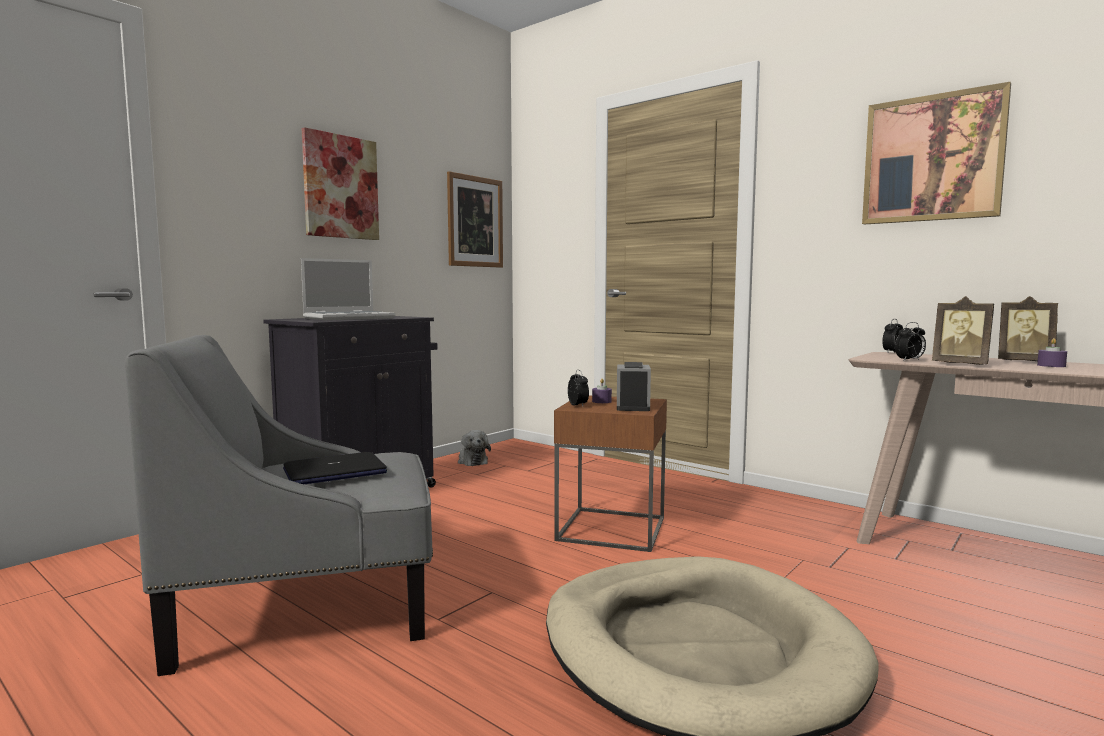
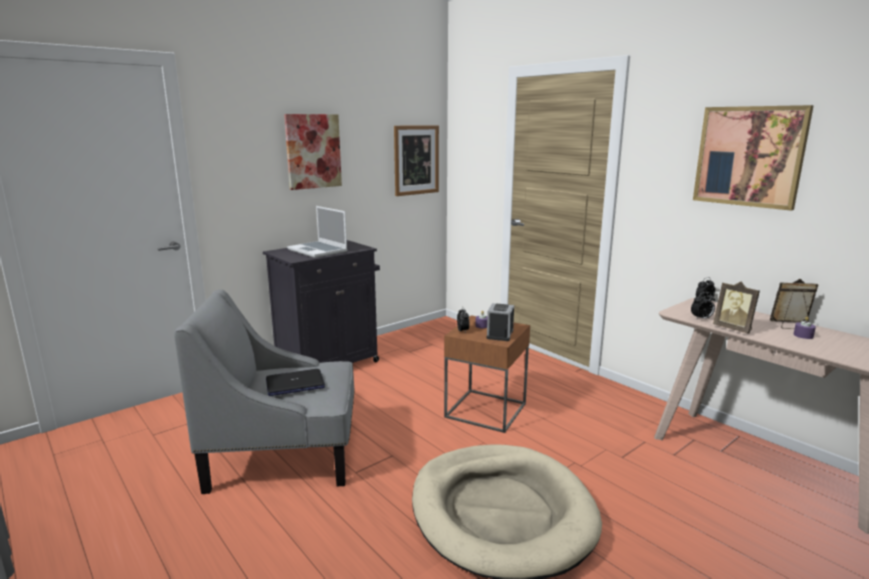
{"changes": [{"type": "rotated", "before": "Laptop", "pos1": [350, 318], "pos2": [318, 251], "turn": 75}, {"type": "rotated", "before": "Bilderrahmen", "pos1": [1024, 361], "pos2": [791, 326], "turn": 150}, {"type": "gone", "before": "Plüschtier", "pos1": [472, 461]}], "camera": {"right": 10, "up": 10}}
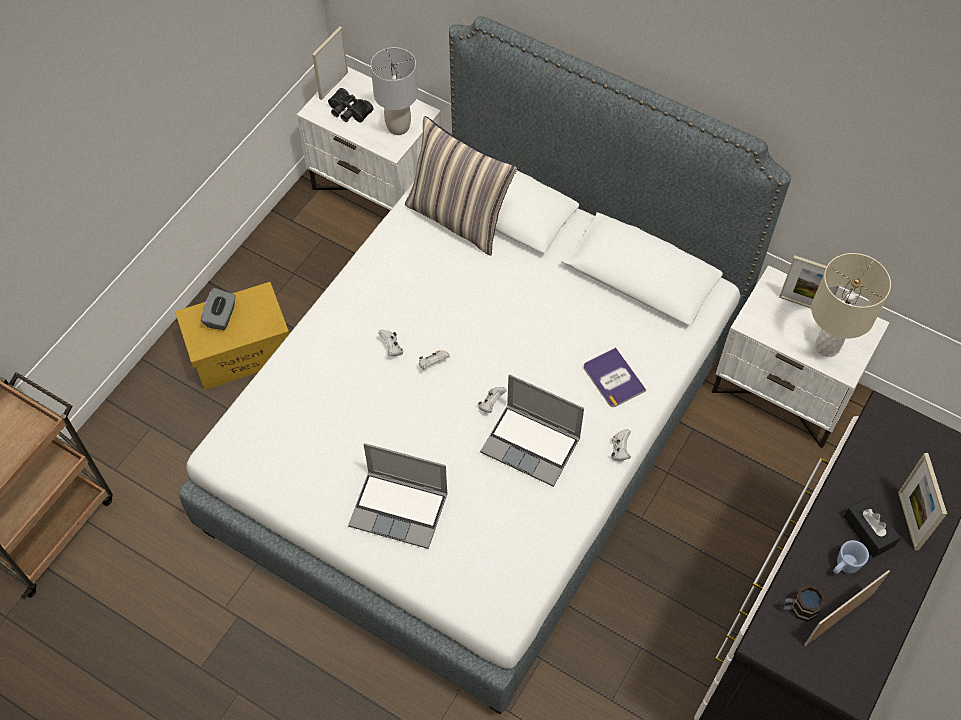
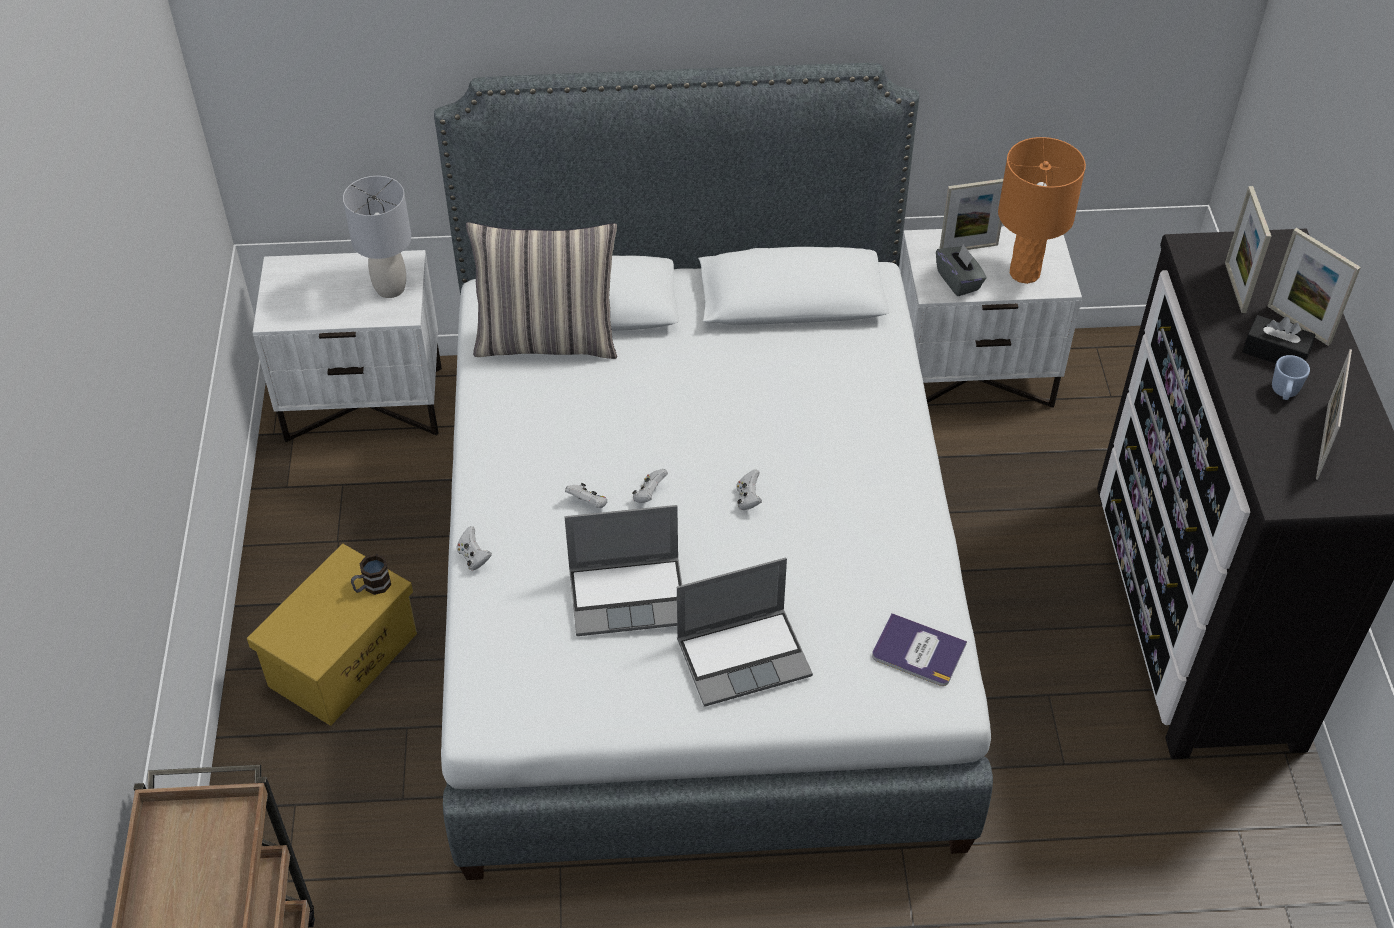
{"changes": [{"type": "shifted", "before": "Bilderrahmen", "pos1": [333, 85], "pos2": [1235, 287]}, {"type": "gone", "before": "Fernglas [schwarz]", "pos1": [348, 112]}, {"type": "repainted", "before": "Tischlampe [beige]", "after": "Tischlampe [orange]", "pos1": [827, 346], "pos2": [1024, 273]}, {"type": "shifted", "before": "Taschentuchbox [grau]", "pos1": [221, 317], "pos2": [958, 281]}, {"type": "shifted", "before": "Buch", "pos1": [613, 378], "pos2": [918, 651]}, {"type": "shifted", "before": "Laptop", "pos1": [532, 445], "pos2": [629, 596]}, {"type": "shifted", "before": "Gamepad [weiß]", "pos1": [620, 450], "pos2": [473, 557]}, {"type": "shifted", "before": "Henkelbecher", "pos1": [798, 608], "pos2": [372, 586]}], "camera": {"right": -35, "up": -10}}
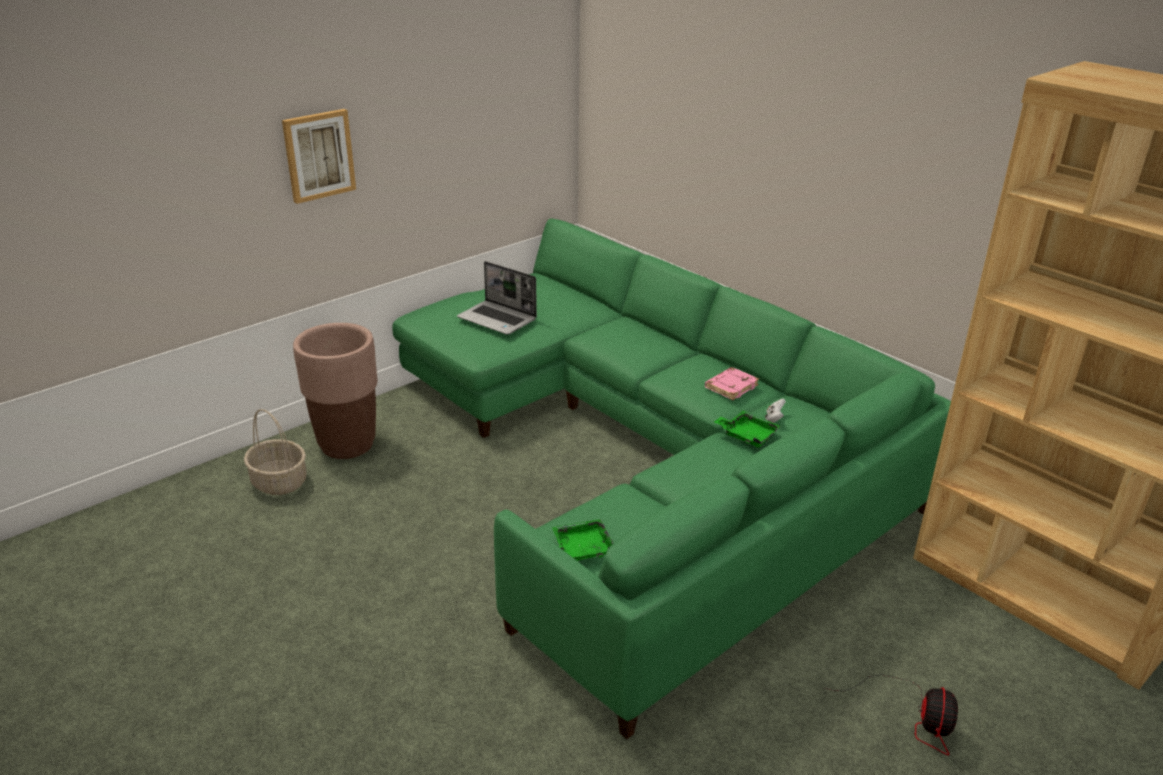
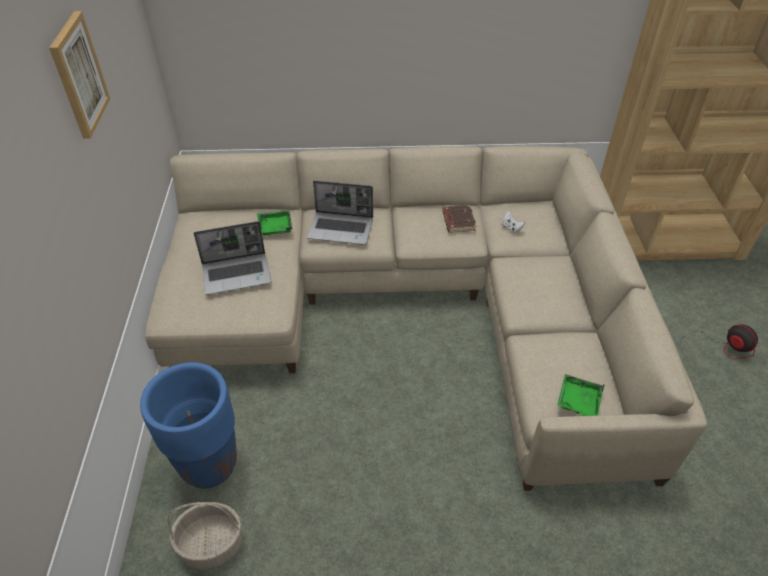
{"changes": [{"type": "shifted", "before": "Bild", "pos1": [318, 155], "pos2": [78, 75]}, {"type": "repainted", "before": "Sofa [grün]", "after": "Sofa [beige]", "pos1": [641, 458], "pos2": [406, 306]}, {"type": "repainted", "before": "Pflanzkübel [braun]", "after": "Pflanzkübel [blau]", "pos1": [347, 445], "pos2": [209, 465]}, {"type": "repainted", "before": "Buch [rosa]", "after": "Buch [braun]", "pos1": [731, 386], "pos2": [458, 221]}, {"type": "shifted", "before": "Tablett [grün]", "pos1": [747, 435], "pos2": [273, 228]}, {"type": "new", "after": "Laptop", "pos2": [341, 229]}], "camera": {"right": -50, "up": 15}}
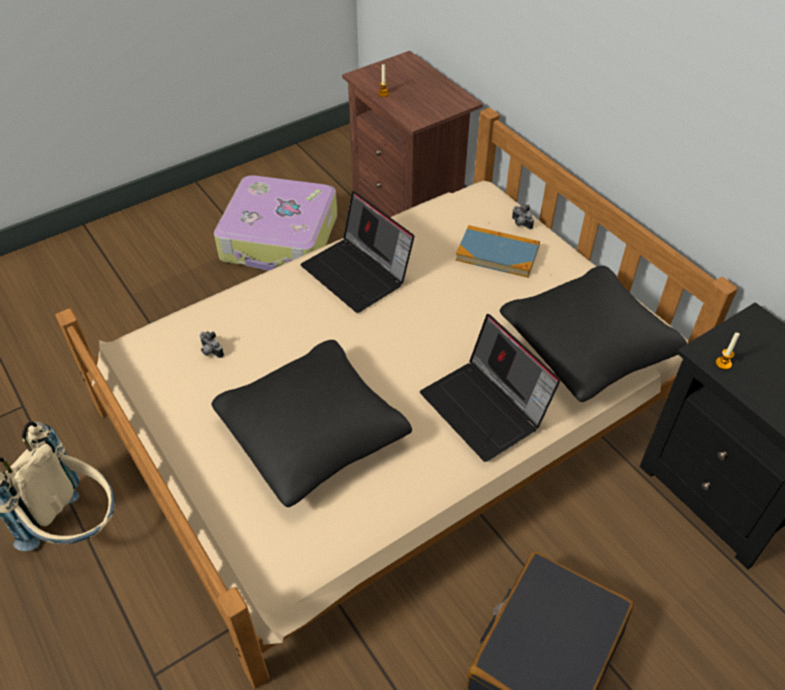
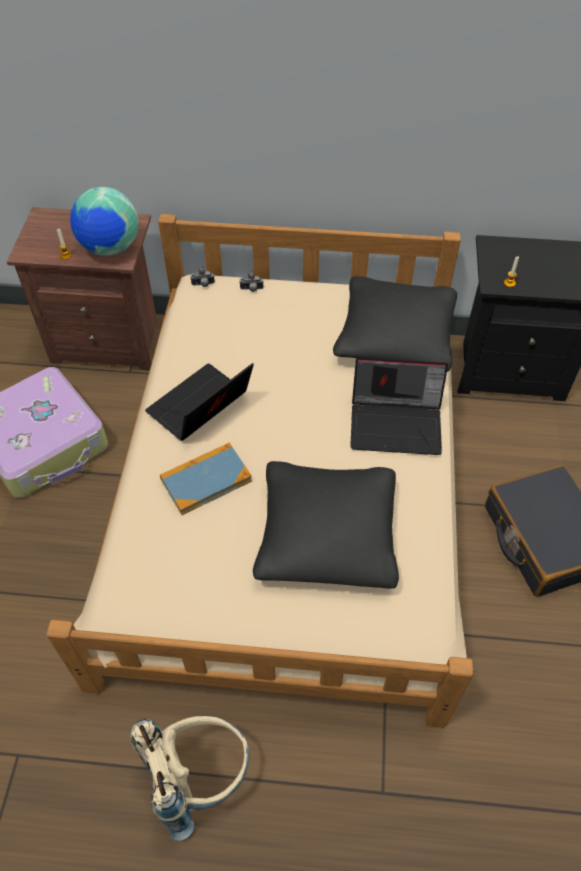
{"changes": [{"type": "rotated", "before": "Laptop", "pos1": [358, 273], "pos2": [200, 408], "turn": 135}, {"type": "shifted", "before": "Buch", "pos1": [497, 254], "pos2": [206, 480]}, {"type": "shifted", "before": "Kamera", "pos1": [210, 352], "pos2": [203, 285]}, {"type": "new", "after": "Globus", "pos2": [110, 248]}], "camera": {"right": -50, "up": 5}}
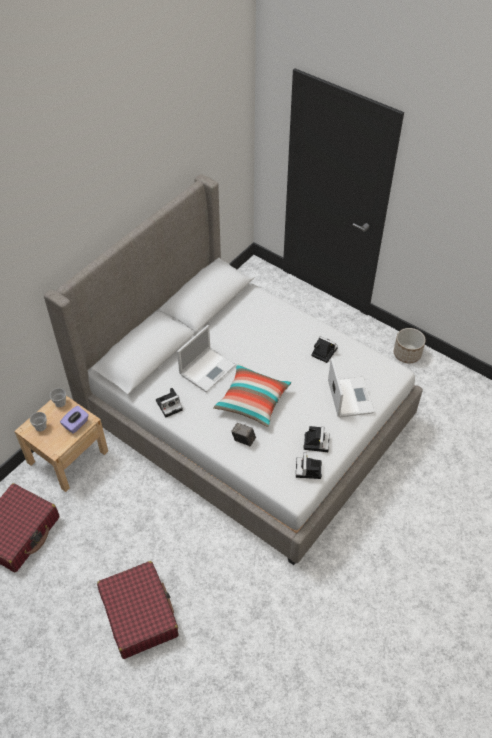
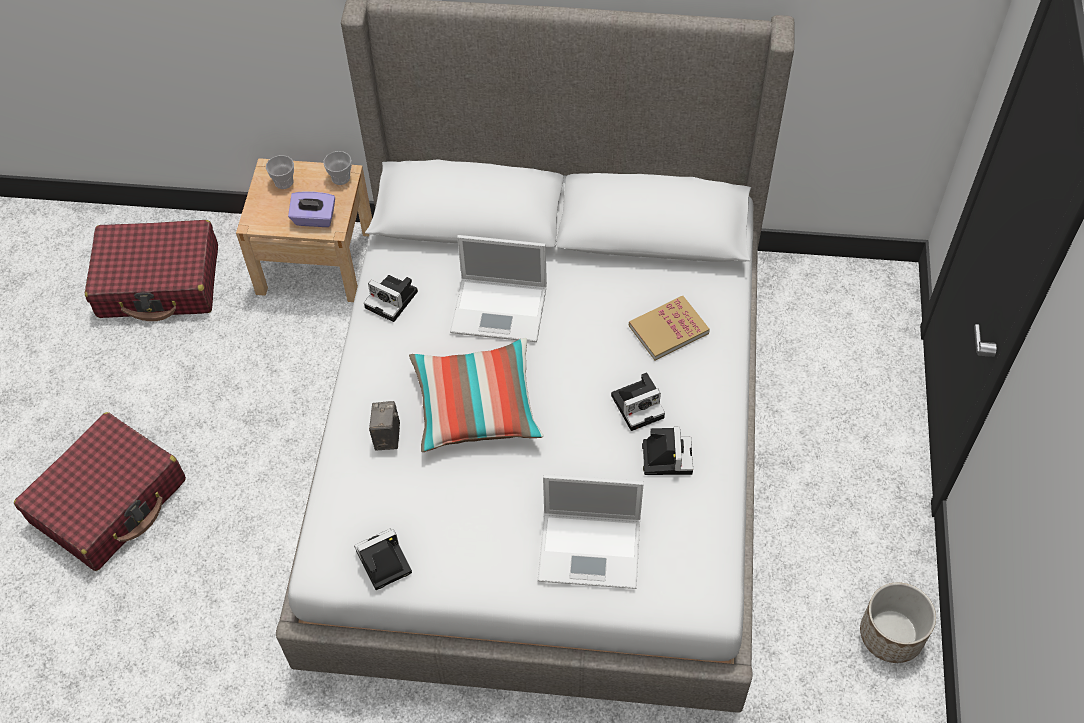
{"changes": [{"type": "rotated", "before": "Laptop", "pos1": [350, 396], "pos2": [592, 549], "turn": 45}, {"type": "shifted", "before": "Kamera", "pos1": [316, 442], "pos2": [639, 405]}, {"type": "new", "after": "Buch", "pos2": [668, 329]}], "camera": {"right": 60, "up": 5}}
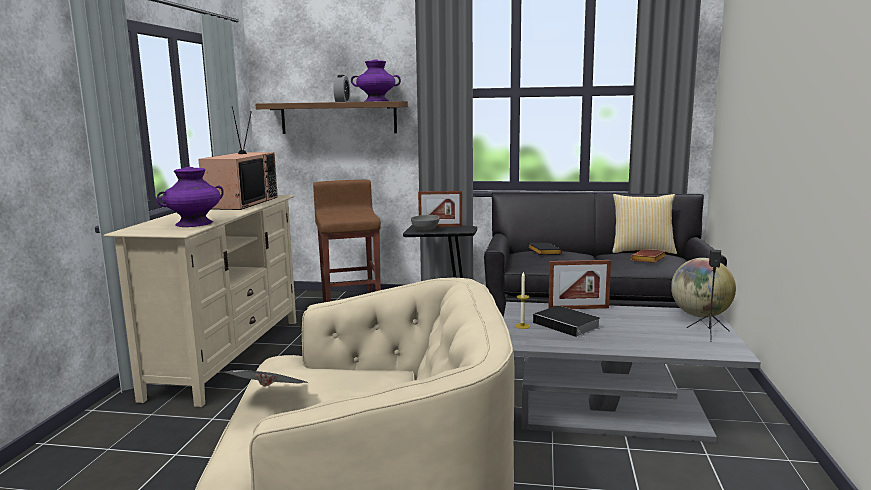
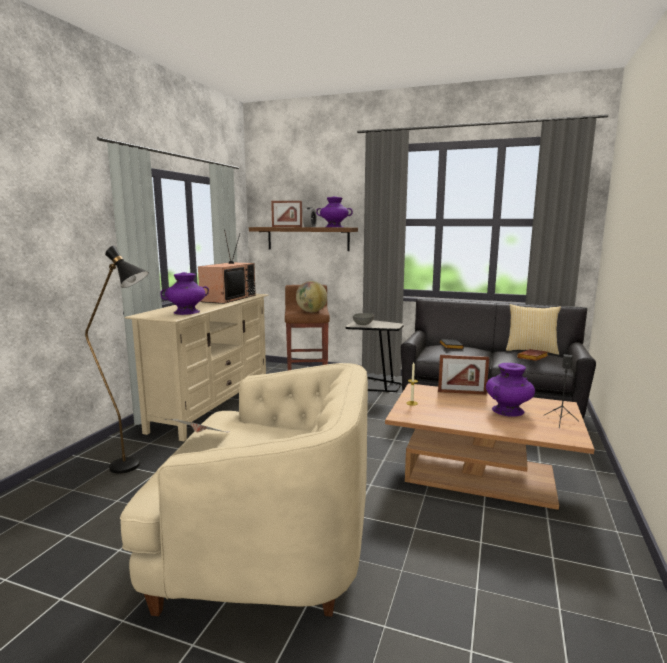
{"changes": [{"type": "shifted", "before": "Bilderrahmen", "pos1": [440, 226], "pos2": [287, 227]}, {"type": "shifted", "before": "Globus", "pos1": [700, 315], "pos2": [311, 312]}, {"type": "repainted", "before": "Couchtisch [grau]", "after": "Couchtisch [braun]", "pos1": [611, 411], "pos2": [480, 475]}, {"type": "gone", "before": "Buch", "pos1": [568, 325]}, {"type": "new", "after": "Stehlampe [schwarz]", "pos2": [134, 467]}, {"type": "new", "after": "Vase [lila]", "pos2": [507, 410]}], "camera": {"right": 10, "up": 0}}
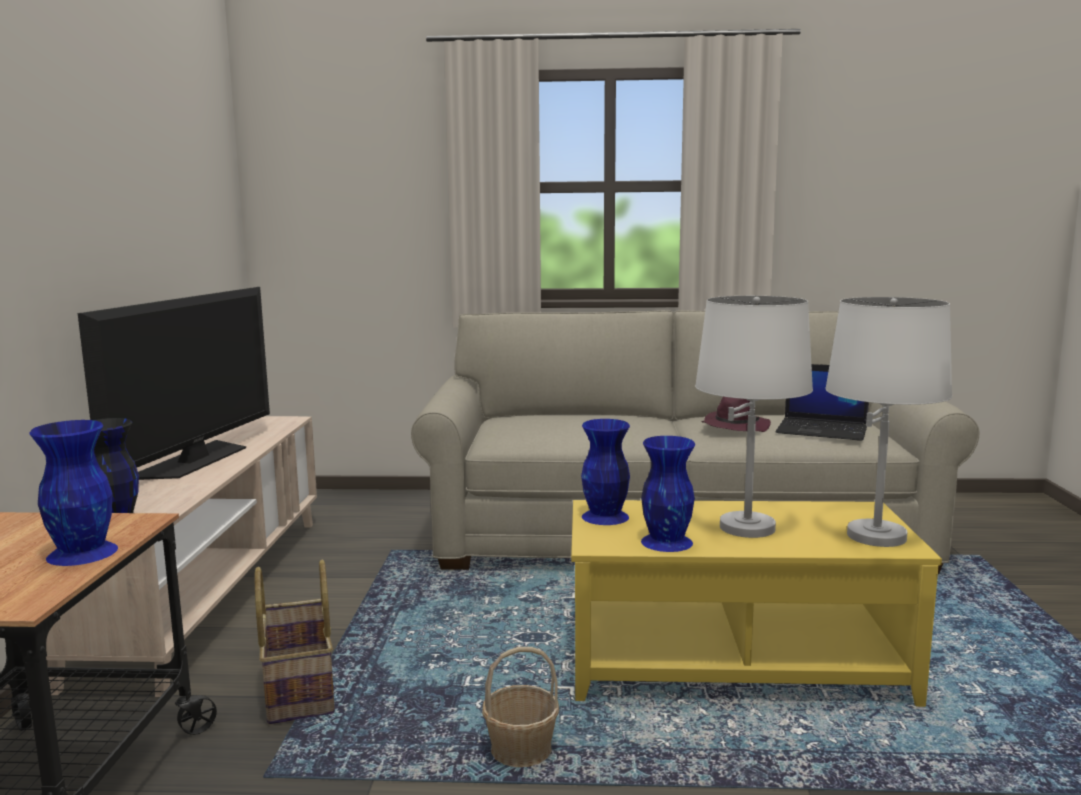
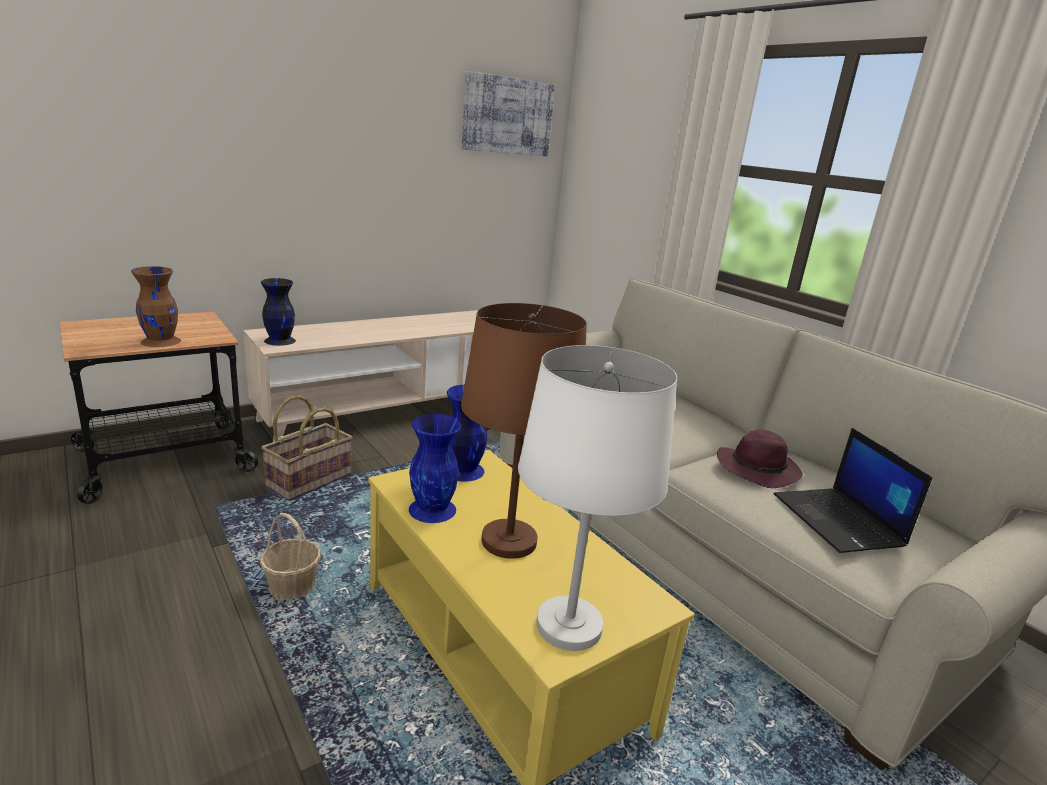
{"changes": [{"type": "gone", "before": "Fernseher", "pos1": [194, 461]}, {"type": "repainted", "before": "Tischlampe [weiß]", "after": "Tischlampe [braun]", "pos1": [746, 527], "pos2": [509, 541]}, {"type": "repainted", "before": "Vase [blau]", "after": "Vase [braun]", "pos1": [83, 552], "pos2": [161, 341]}, {"type": "new", "after": "Bild", "pos2": [507, 116]}], "camera": {"right": 50, "up": 10}}
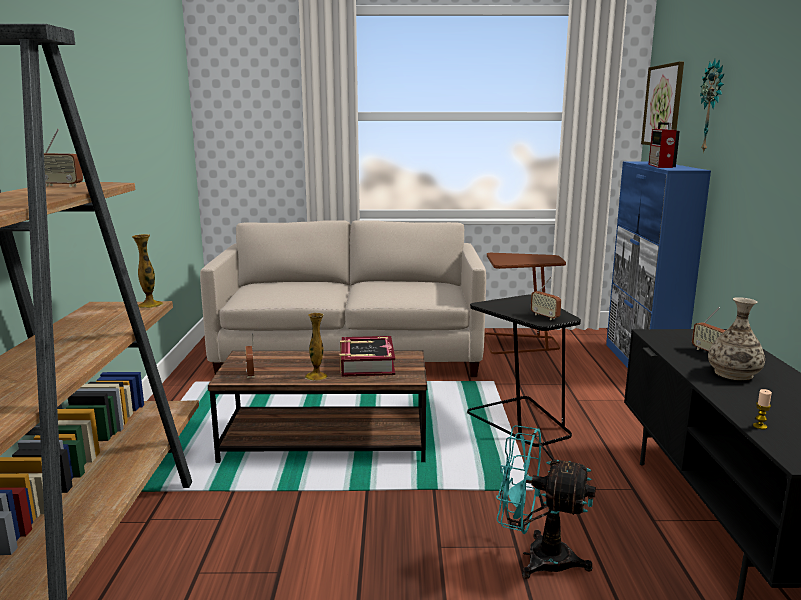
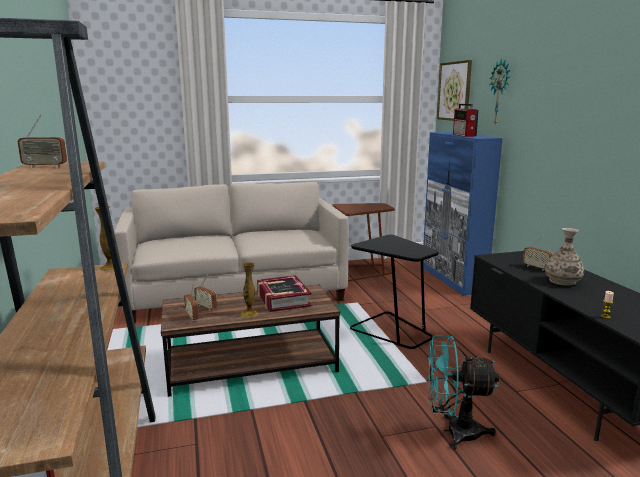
{"changes": [{"type": "shifted", "before": "Radio", "pos1": [545, 316], "pos2": [206, 307]}], "camera": {"right": -15, "up": 0}}
